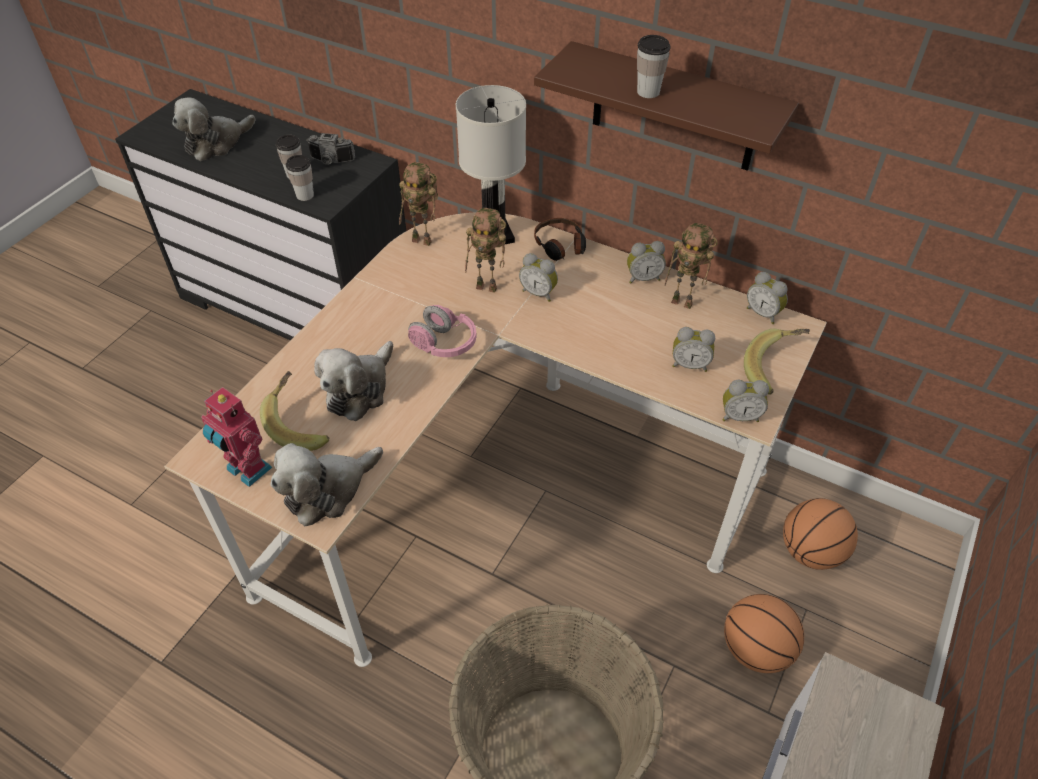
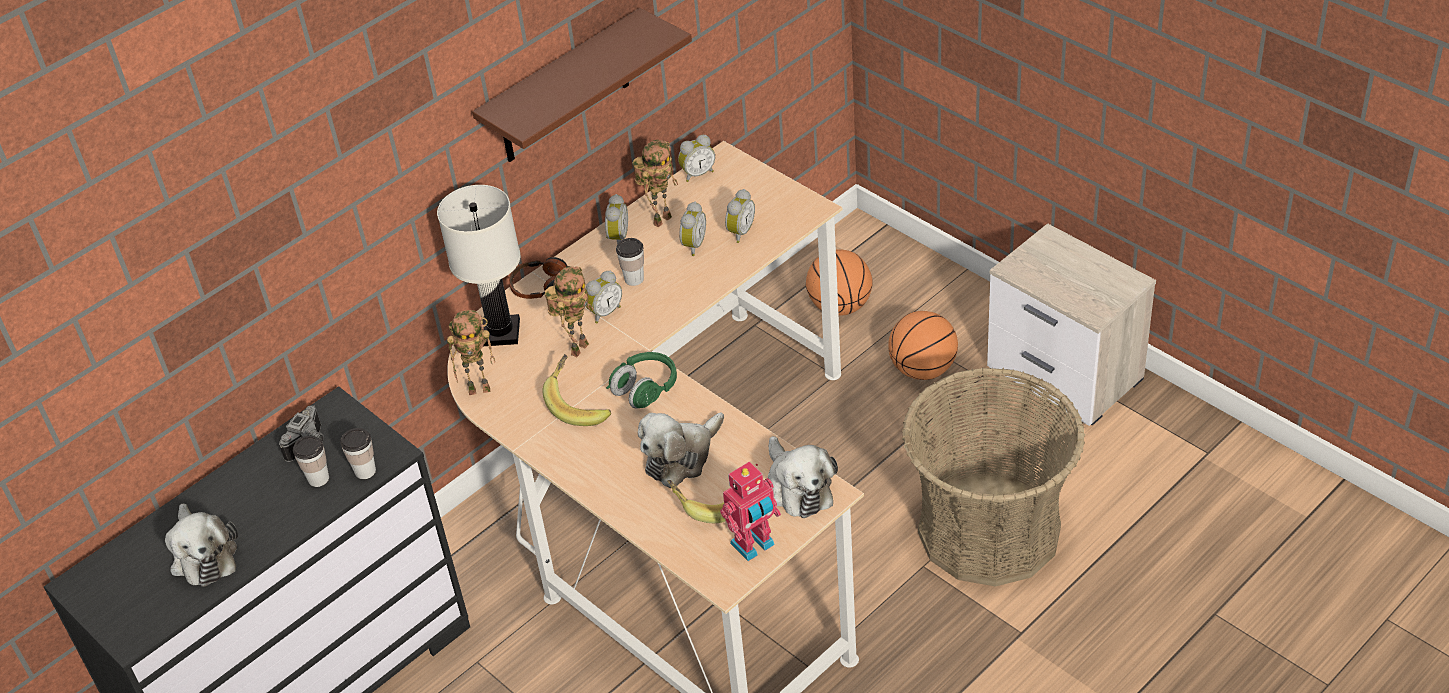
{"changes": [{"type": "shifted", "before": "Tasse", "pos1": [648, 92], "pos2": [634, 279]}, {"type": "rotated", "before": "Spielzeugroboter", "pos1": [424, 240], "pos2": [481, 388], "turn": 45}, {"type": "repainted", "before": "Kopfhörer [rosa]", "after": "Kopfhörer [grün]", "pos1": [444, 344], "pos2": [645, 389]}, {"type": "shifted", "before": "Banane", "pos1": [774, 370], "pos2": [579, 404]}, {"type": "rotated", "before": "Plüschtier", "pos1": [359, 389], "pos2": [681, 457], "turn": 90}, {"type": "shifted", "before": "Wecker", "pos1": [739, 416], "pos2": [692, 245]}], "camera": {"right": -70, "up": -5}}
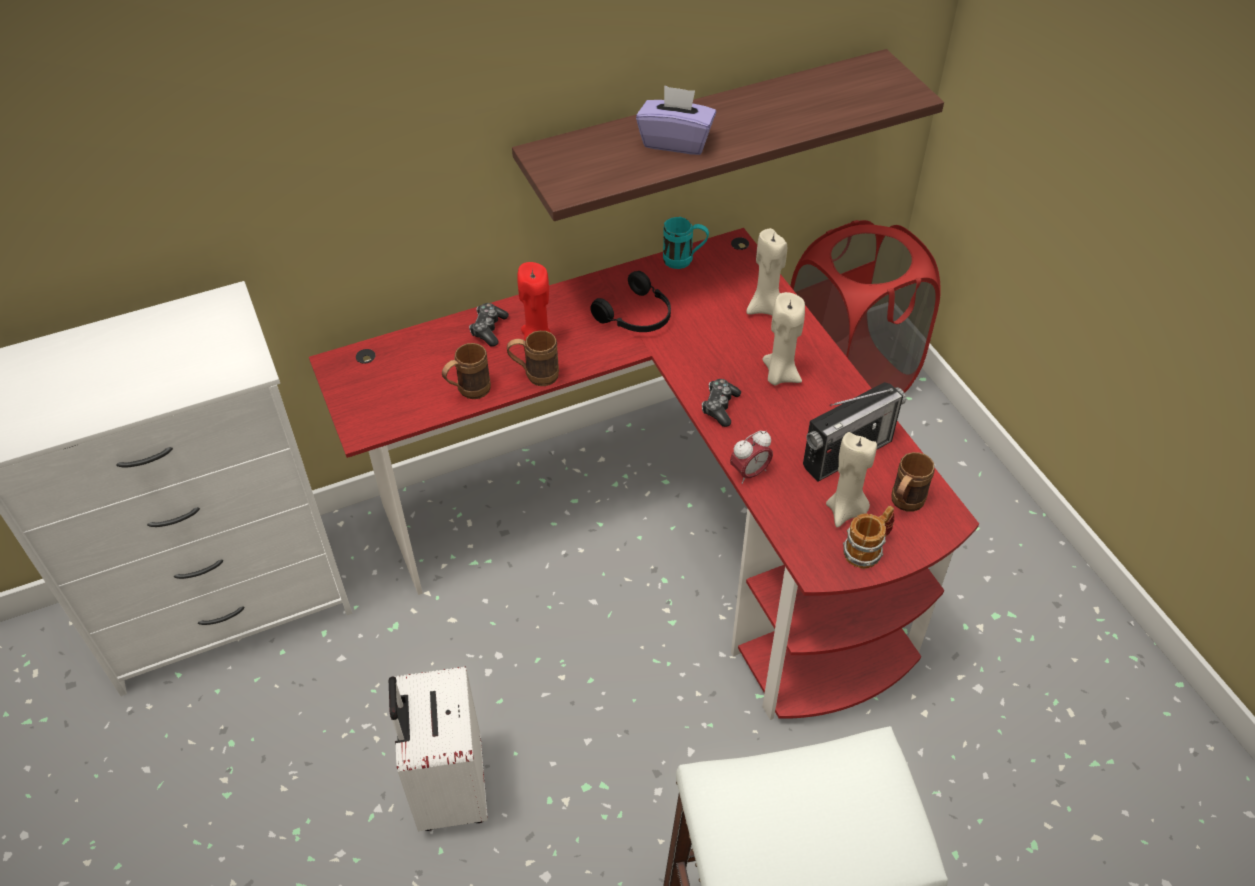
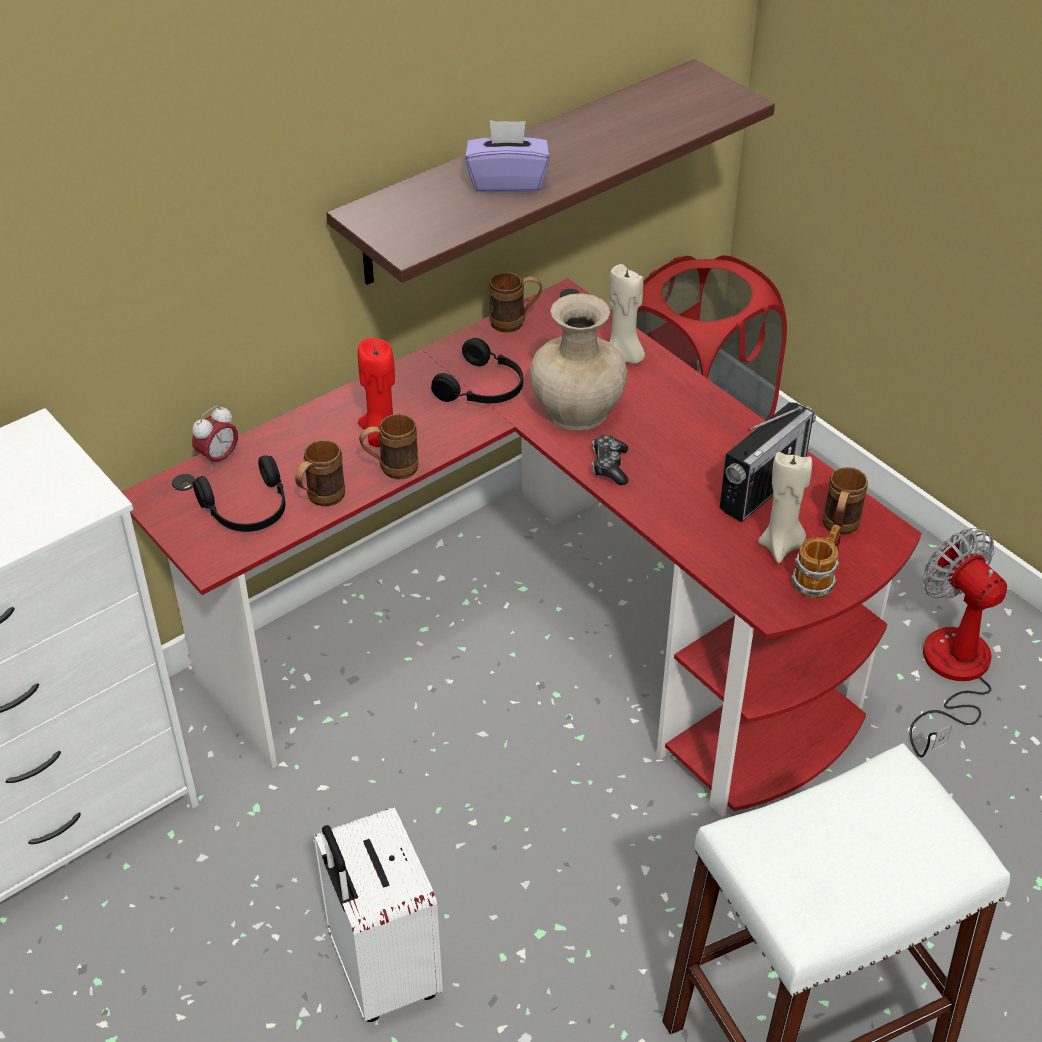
{"changes": [{"type": "repainted", "before": "Henkelbecher [türkis]", "after": "Henkelbecher [braun]", "pos1": [684, 261], "pos2": [515, 323]}, {"type": "gone", "before": "Kerze [beige]", "pos1": [780, 375]}, {"type": "gone", "before": "Gamepad", "pos1": [489, 329]}, {"type": "shifted", "before": "Wecker", "pos1": [749, 473], "pos2": [218, 458]}, {"type": "new", "after": "Vase [beige]", "pos2": [577, 411]}, {"type": "new", "after": "Kopfhörer [schwarz]", "pos2": [248, 510]}, {"type": "new", "after": "Ventilator", "pos2": [951, 674]}], "camera": {"right": -15, "up": -5}}
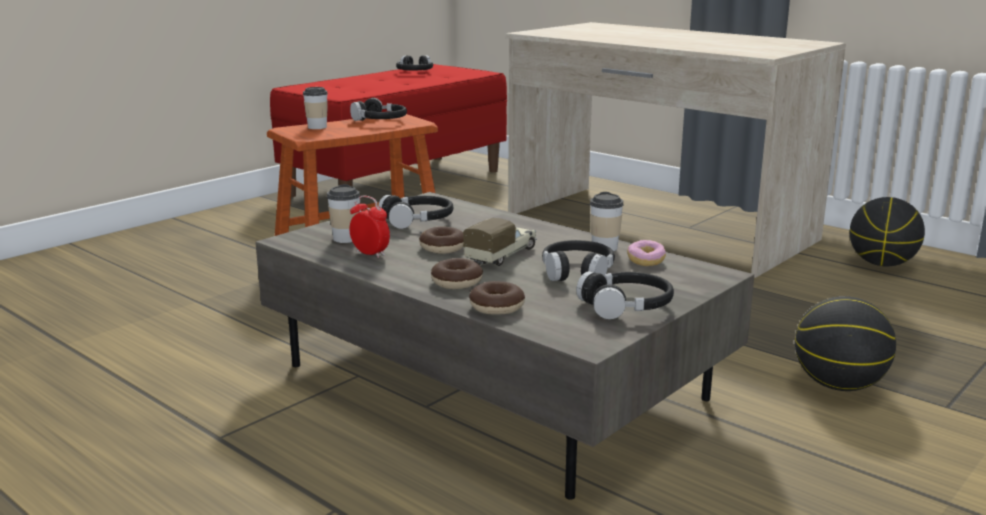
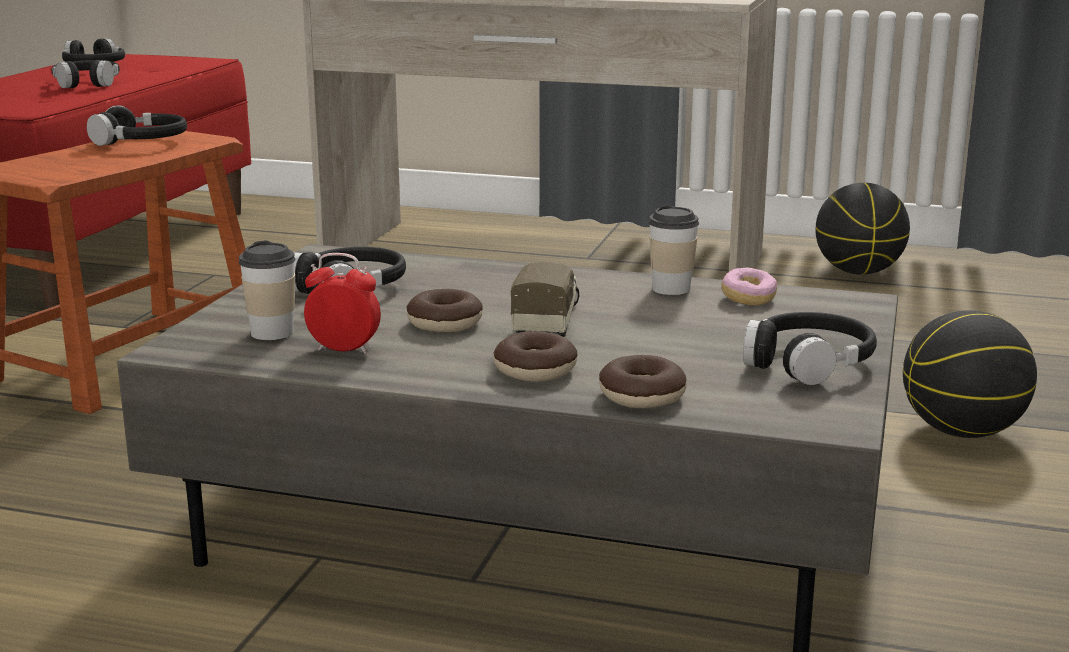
{"changes": [{"type": "gone", "before": "Tasse", "pos1": [317, 127]}, {"type": "shifted", "before": "Kopfhörer [schwarz]", "pos1": [577, 271], "pos2": [87, 83]}], "camera": {"right": -25, "up": 0}}
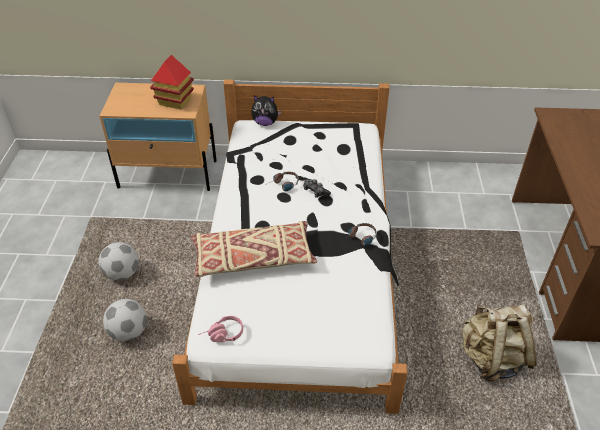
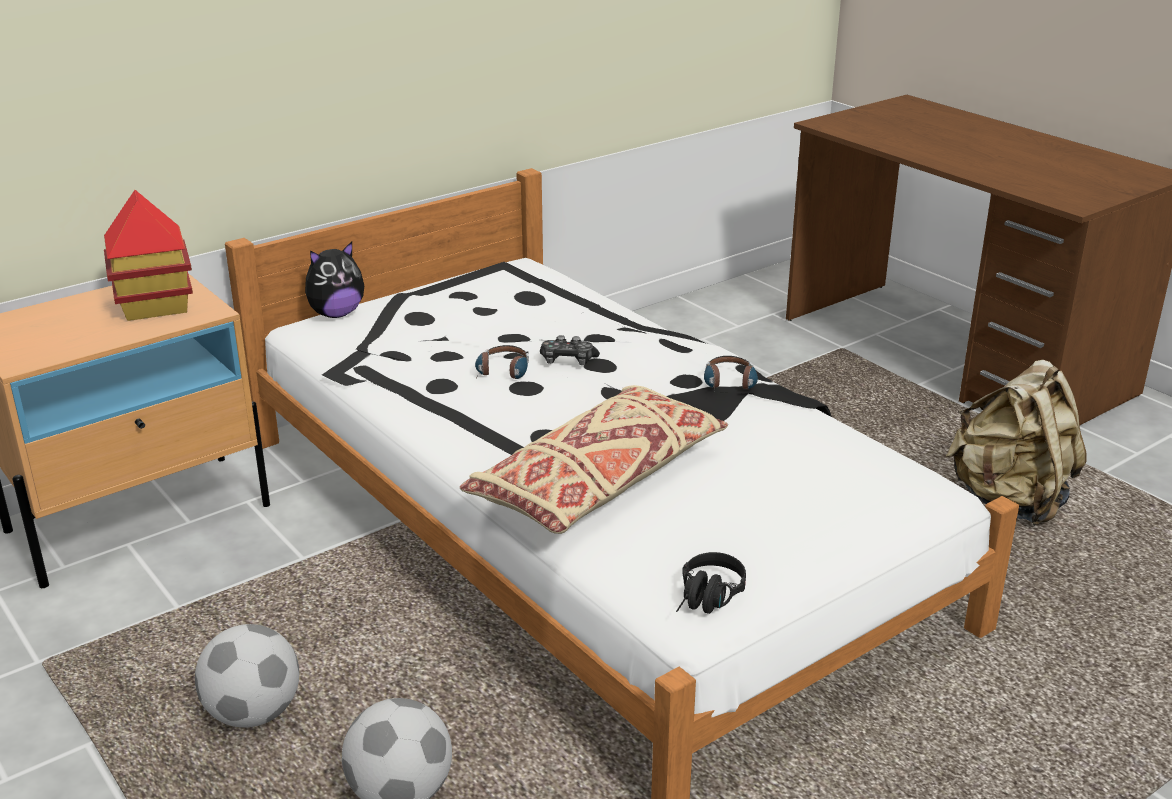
{"changes": [{"type": "repainted", "before": "Kopfhörer [rosa]", "after": "Kopfhörer [schwarz]", "pos1": [222, 335], "pos2": [707, 600]}], "camera": {"right": -40, "up": -15}}
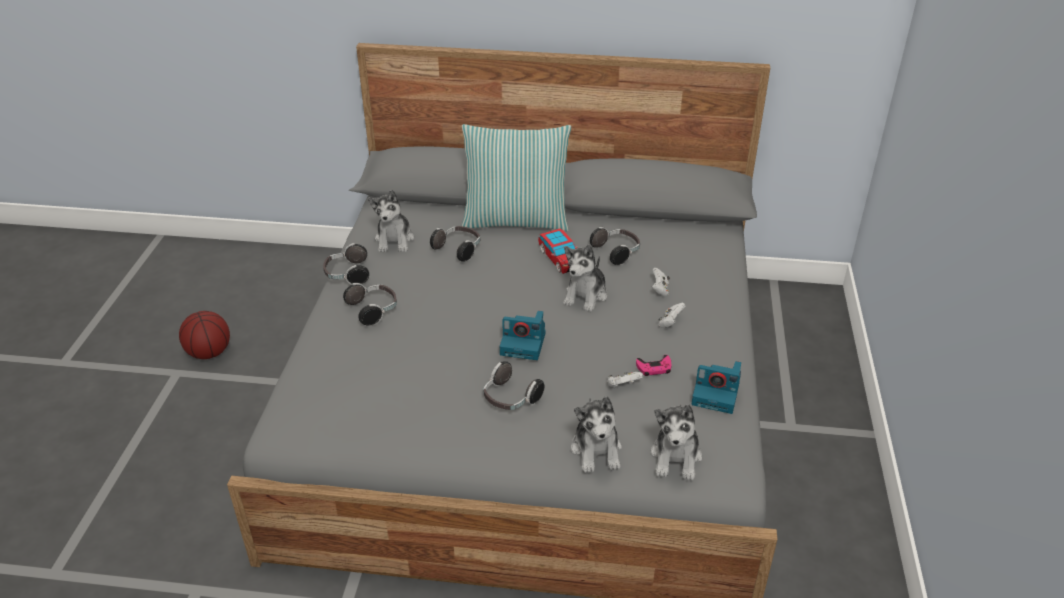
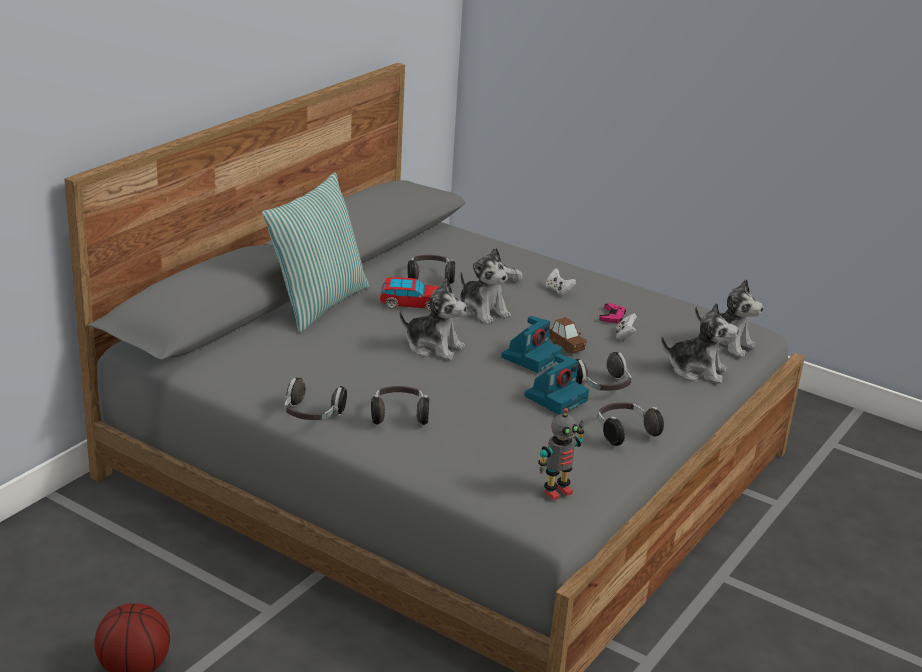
{"changes": [{"type": "shifted", "before": "Plüschtier", "pos1": [394, 240], "pos2": [433, 347]}, {"type": "shifted", "before": "Kopfhörer", "pos1": [458, 249], "pos2": [624, 433]}, {"type": "shifted", "before": "Kamera", "pos1": [717, 394], "pos2": [556, 397]}, {"type": "new", "after": "Spielzeugauto [braun]", "pos2": [566, 346]}, {"type": "new", "after": "Spielzeugroboter", "pos2": [556, 491]}], "camera": {"right": -65, "up": -10}}
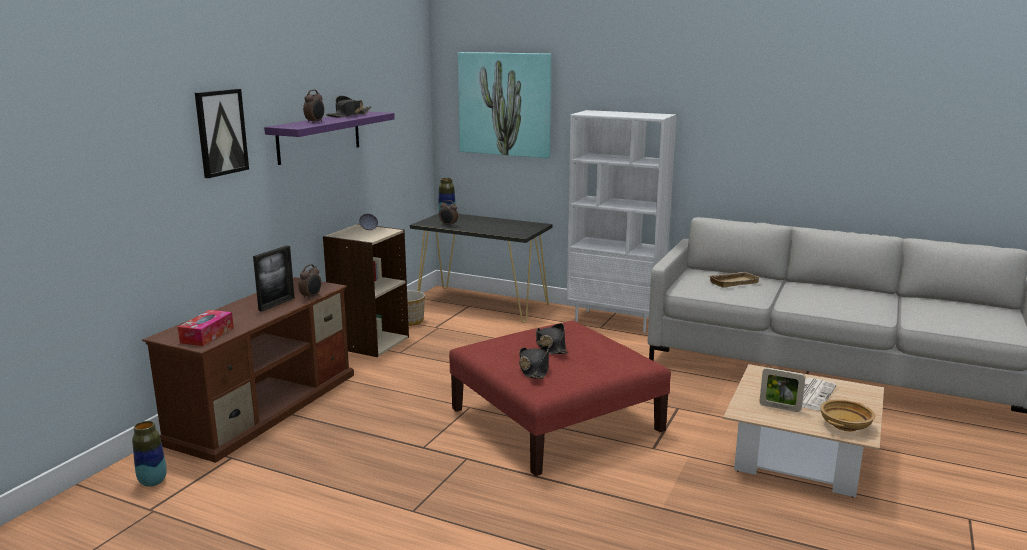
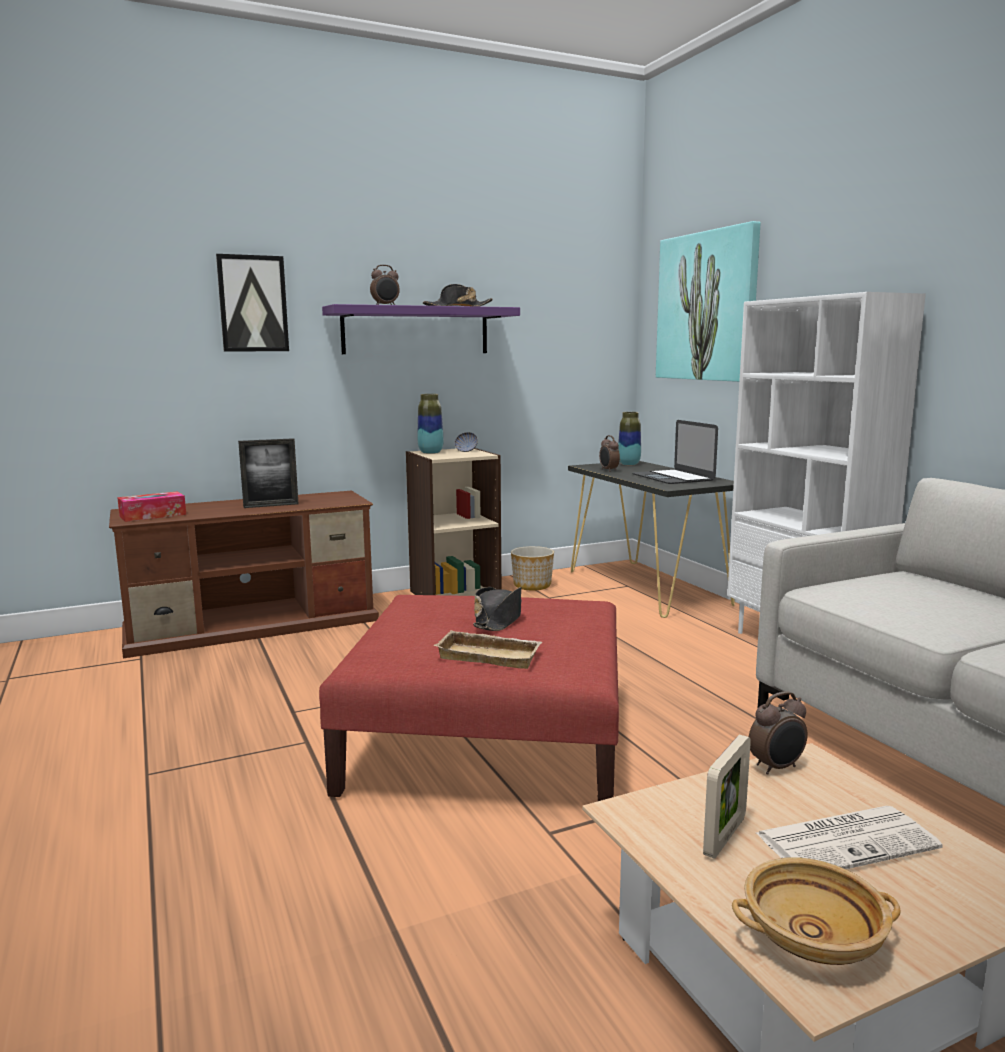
{"changes": [{"type": "shifted", "before": "Wecker", "pos1": [311, 297], "pos2": [777, 767]}, {"type": "shifted", "before": "Tablett [beige]", "pos1": [733, 282], "pos2": [491, 655]}, {"type": "gone", "before": "Hut [schwarz]", "pos1": [534, 369]}, {"type": "rotated", "before": "Bilderrahmen", "pos1": [780, 407], "pos2": [725, 836], "turn": -120}, {"type": "shifted", "before": "Vase", "pos1": [153, 482], "pos2": [430, 453]}, {"type": "new", "after": "Laptop", "pos2": [673, 477]}], "camera": {"right": 40, "up": -5}}
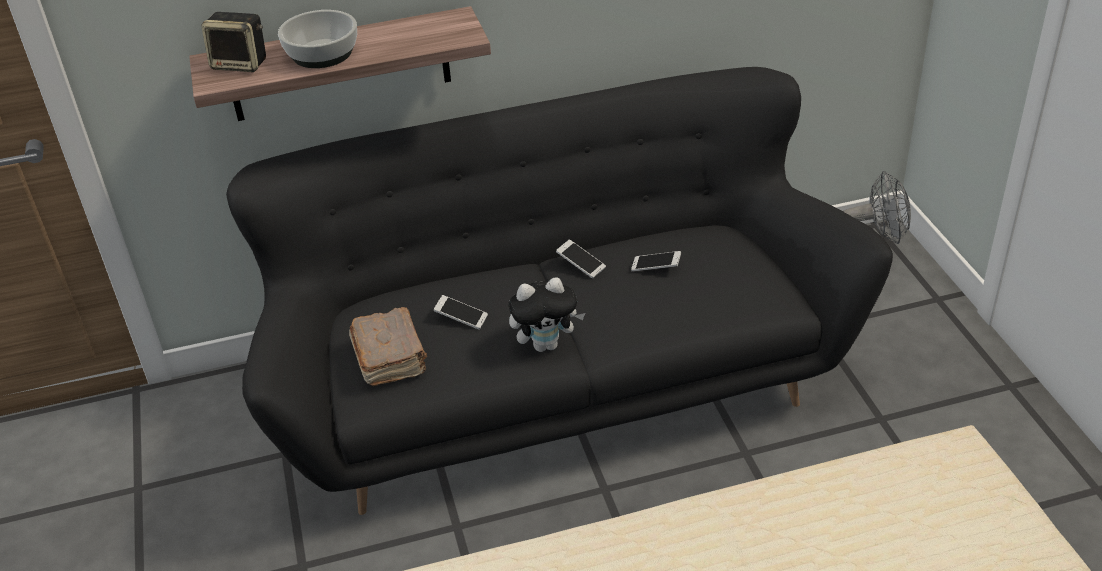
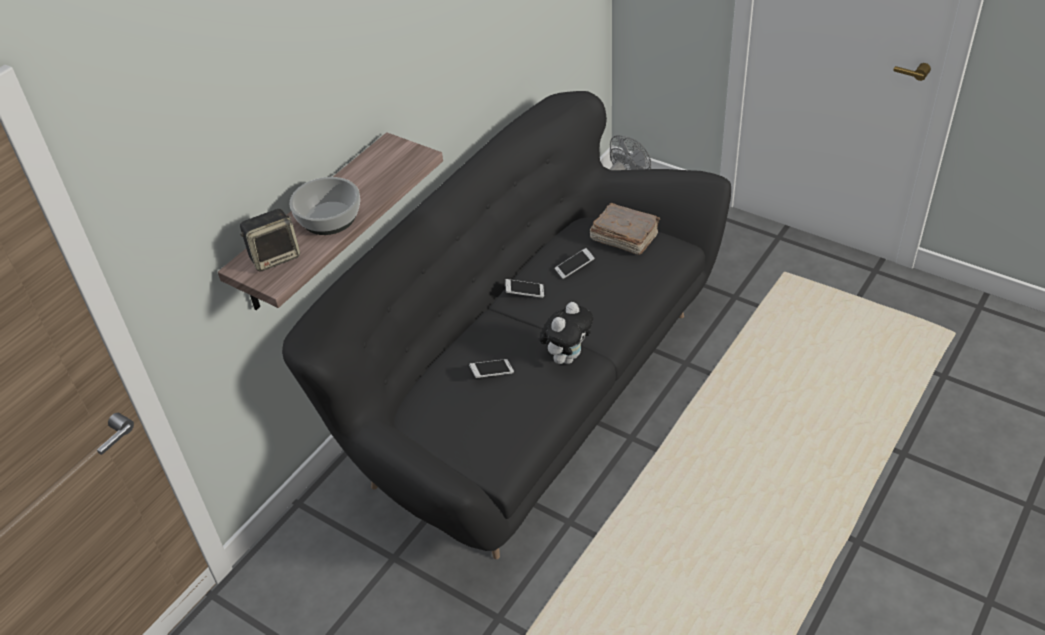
{"changes": [{"type": "shifted", "before": "Buch [braun]", "pos1": [390, 358], "pos2": [623, 238]}], "camera": {"right": -40, "up": 5}}
